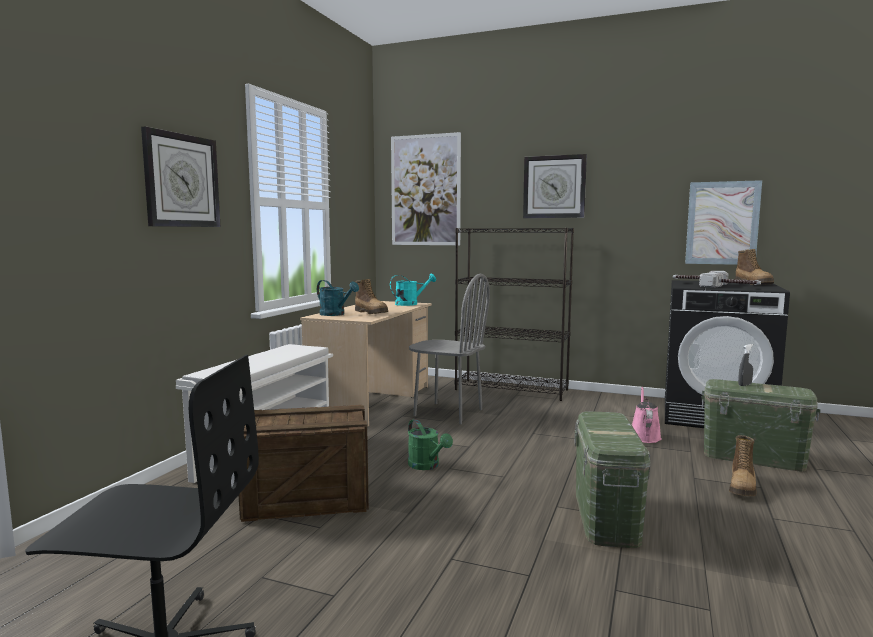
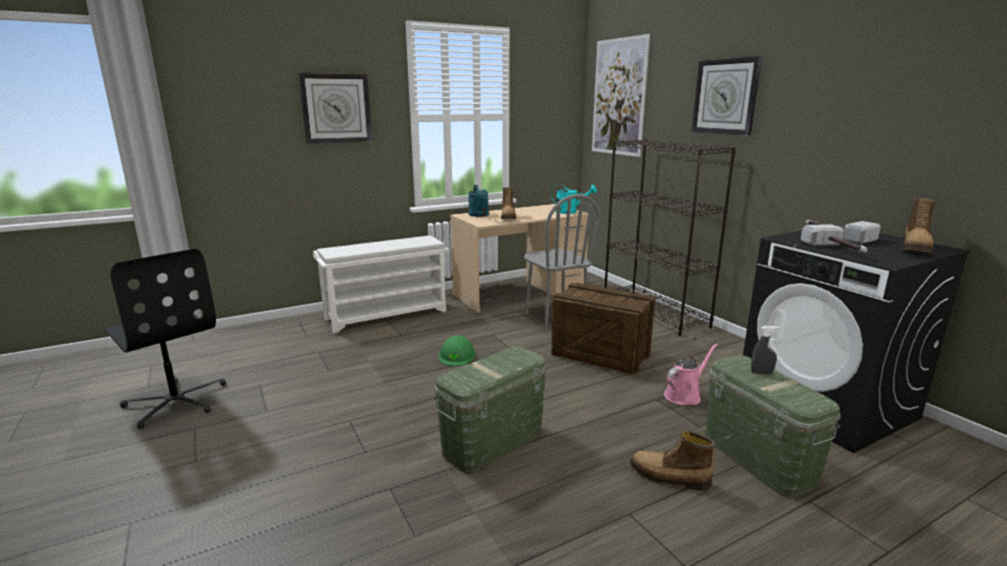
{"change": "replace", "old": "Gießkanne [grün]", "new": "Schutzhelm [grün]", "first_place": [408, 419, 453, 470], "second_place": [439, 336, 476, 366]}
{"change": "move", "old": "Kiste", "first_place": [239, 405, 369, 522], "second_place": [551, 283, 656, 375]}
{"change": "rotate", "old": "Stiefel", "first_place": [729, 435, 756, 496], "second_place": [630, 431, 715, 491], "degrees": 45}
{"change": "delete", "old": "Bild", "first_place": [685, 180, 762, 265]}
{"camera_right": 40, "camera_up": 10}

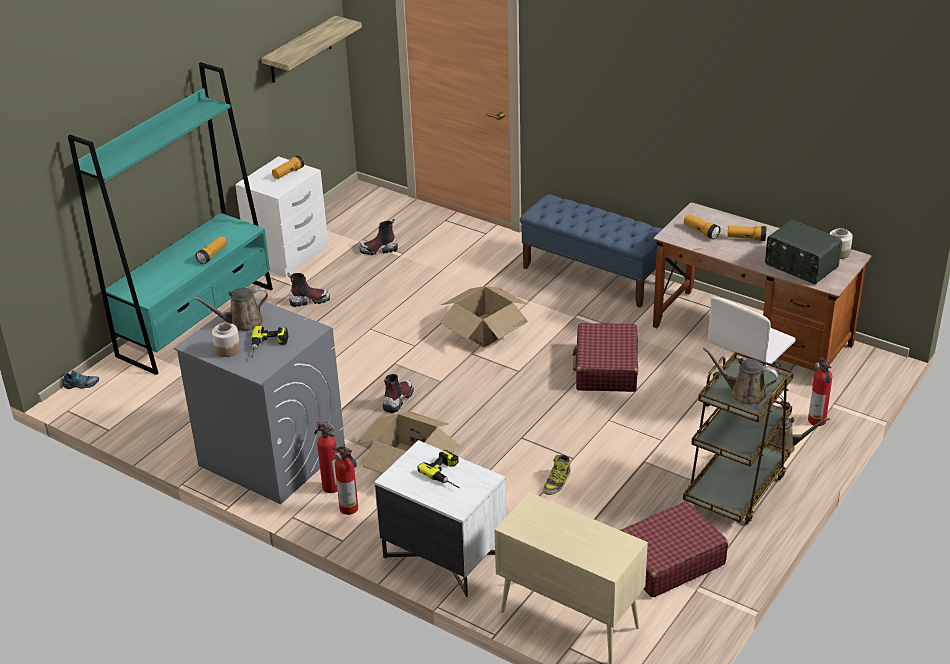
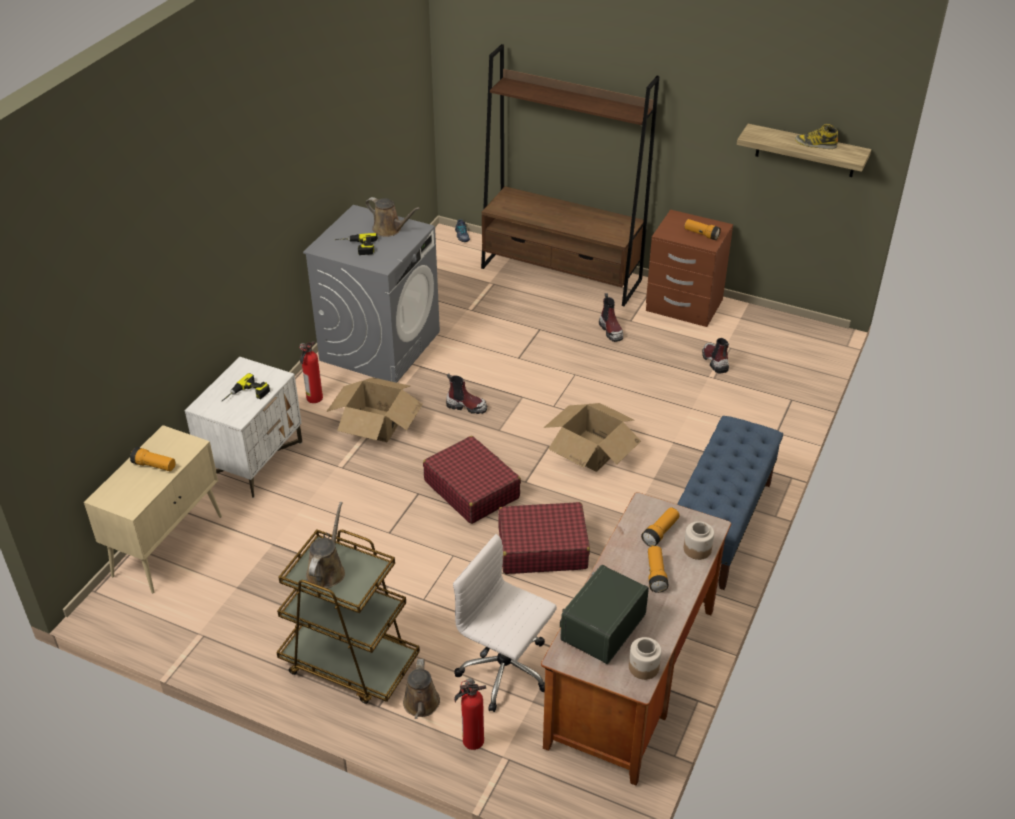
{"change": "move", "old": "Taschenlampe", "first_place": [195, 236, 227, 264], "second_place": [130, 447, 176, 471]}
{"change": "rotate", "old": "Gießkanne [braun]", "first_place": [193, 287, 268, 331], "second_place": [366, 197, 420, 237], "degrees": 150}
{"change": "move", "old": "Koffer [rot]", "first_place": [620, 501, 728, 597], "second_place": [423, 436, 521, 524]}
{"change": "recolor", "old": "Bücherregal [türkis]", "new": "Bücherregal [braun]", "first_place": [68, 62, 273, 375], "second_place": [481, 44, 659, 306]}
{"change": "recolor", "old": "Nachttisch [weiß]", "new": "Nachttisch [braun]", "first_place": [235, 156, 328, 277], "second_place": [646, 209, 733, 327]}
{"change": "move", "old": "Vorratsglas", "first_place": [212, 323, 240, 357], "second_place": [684, 521, 714, 560]}
{"change": "move", "old": "Stiefel", "first_place": [543, 455, 571, 495], "second_place": [795, 124, 838, 149]}
{"change": "delete", "old": "Feuerlöscher", "first_place": [315, 421, 337, 493]}
{"camera_right": 80, "camera_up": 5}

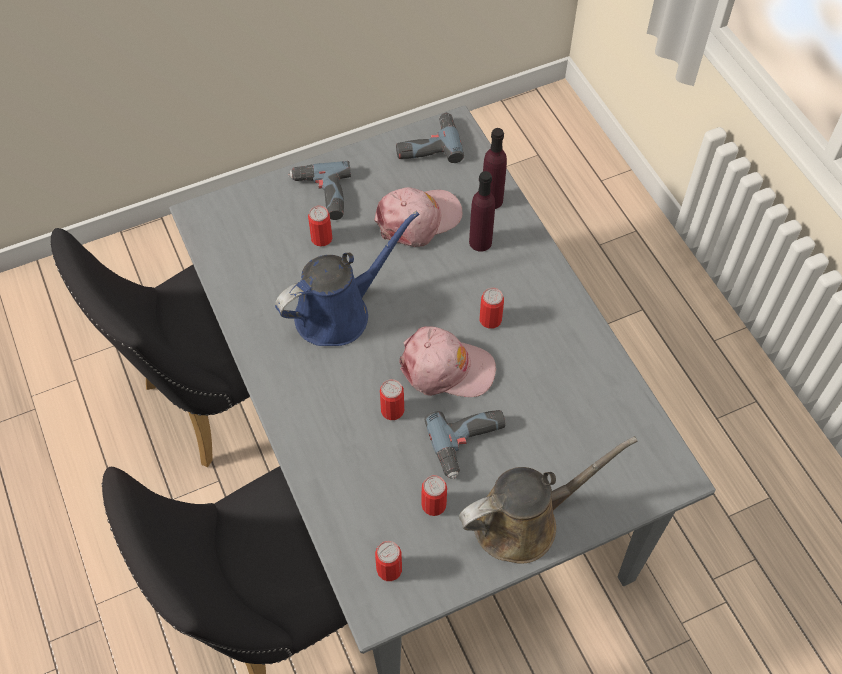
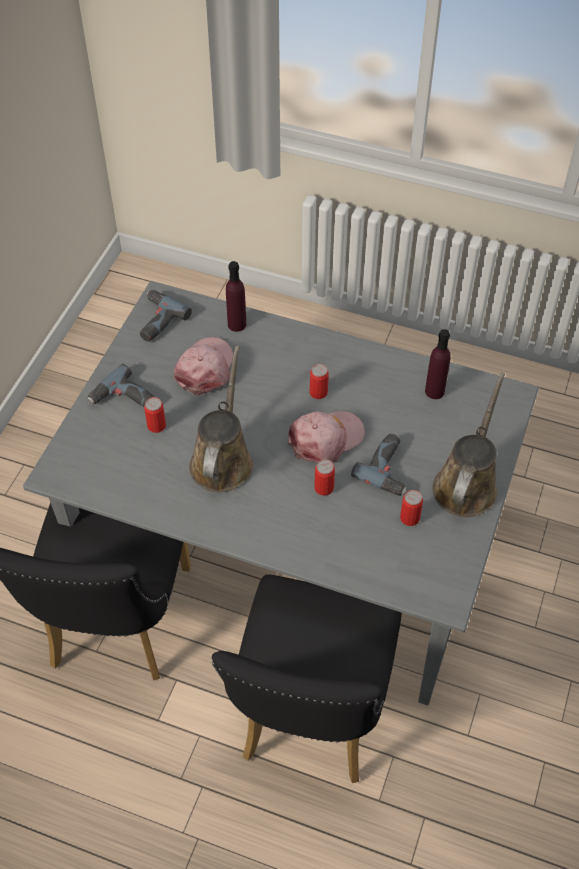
{"change": "recolor", "old": "Gießkanne [blau]", "new": "Gießkanne [braun]", "first_place": [275, 211, 420, 346], "second_place": [189, 346, 253, 492]}
{"change": "move", "old": "Flasche [lila]", "first_place": [469, 171, 495, 252], "second_place": [425, 329, 451, 399]}
{"change": "delete", "old": "Dose", "first_place": [375, 541, 402, 581]}
{"camera_right": -45, "camera_up": -5}

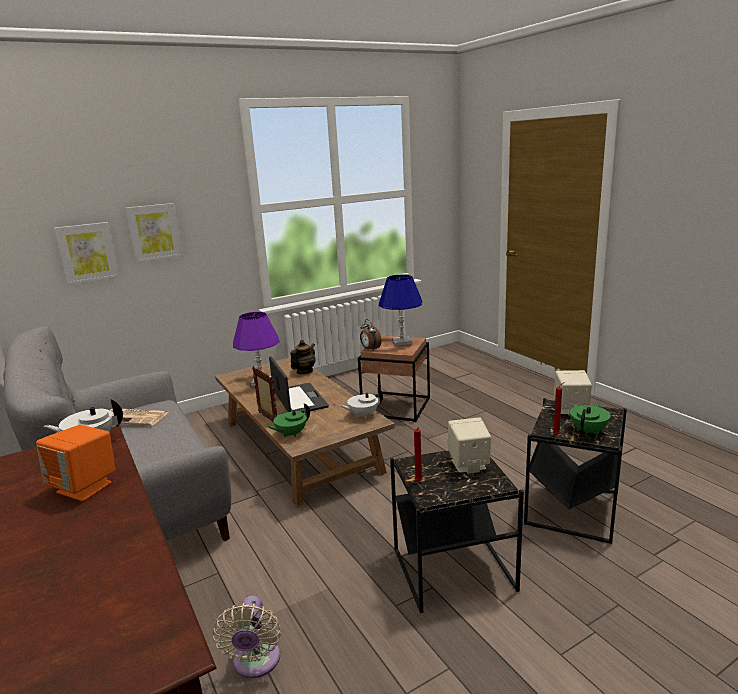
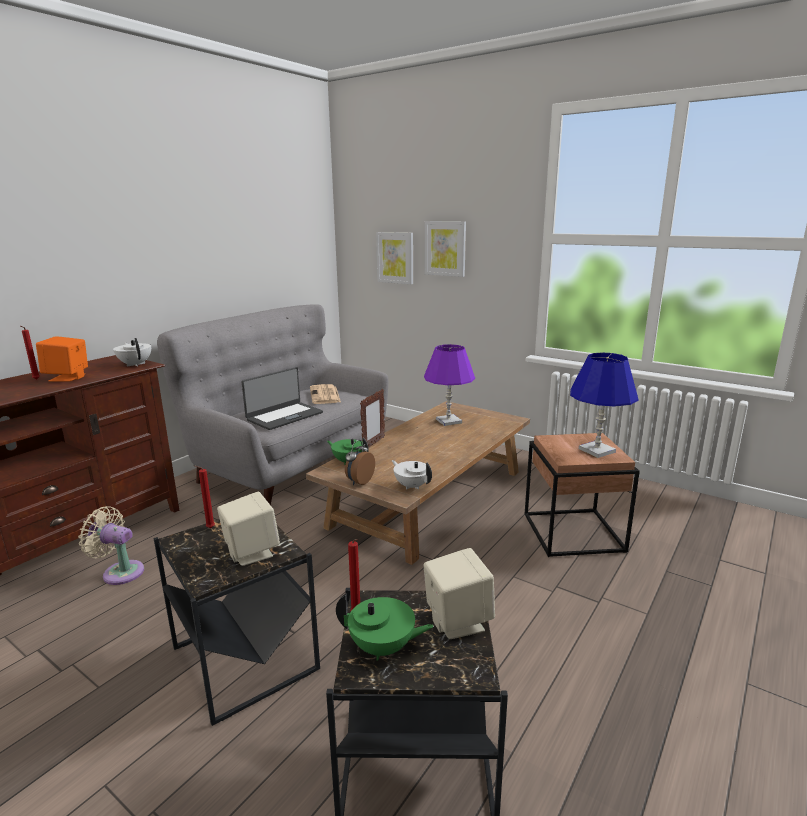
{"change": "insert", "new": "Kerze [rot]", "second_place": [21, 326, 40, 379]}
{"change": "rotate", "old": "Ventilator [beige]", "first_place": [213, 595, 281, 679], "second_place": [78, 506, 144, 585], "degrees": 45}
{"change": "move", "old": "Laptop", "first_place": [269, 356, 329, 413], "second_place": [241, 367, 323, 430]}
{"change": "move", "old": "Wecker", "first_place": [360, 319, 381, 350], "second_place": [345, 440, 375, 485]}
{"change": "delete", "old": "Teekanne", "first_place": [290, 340, 315, 374]}
{"camera_right": 65, "camera_up": 0}

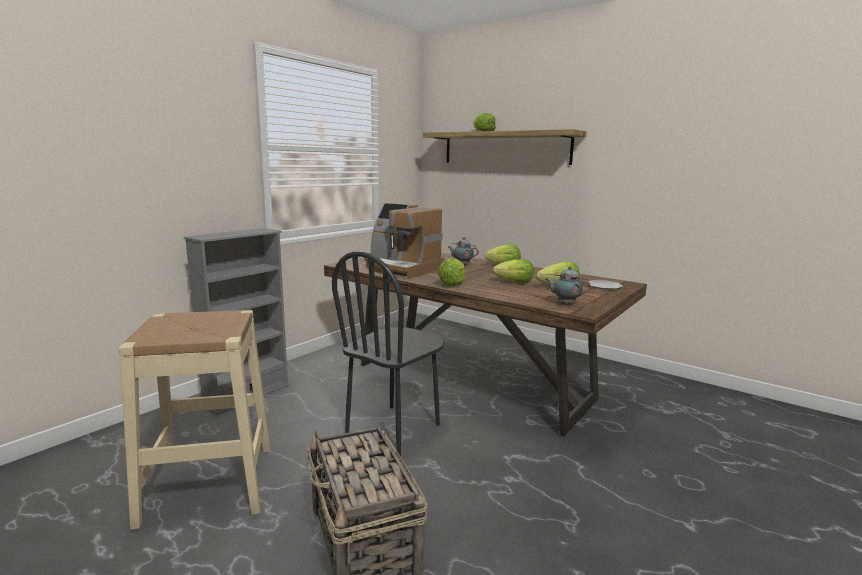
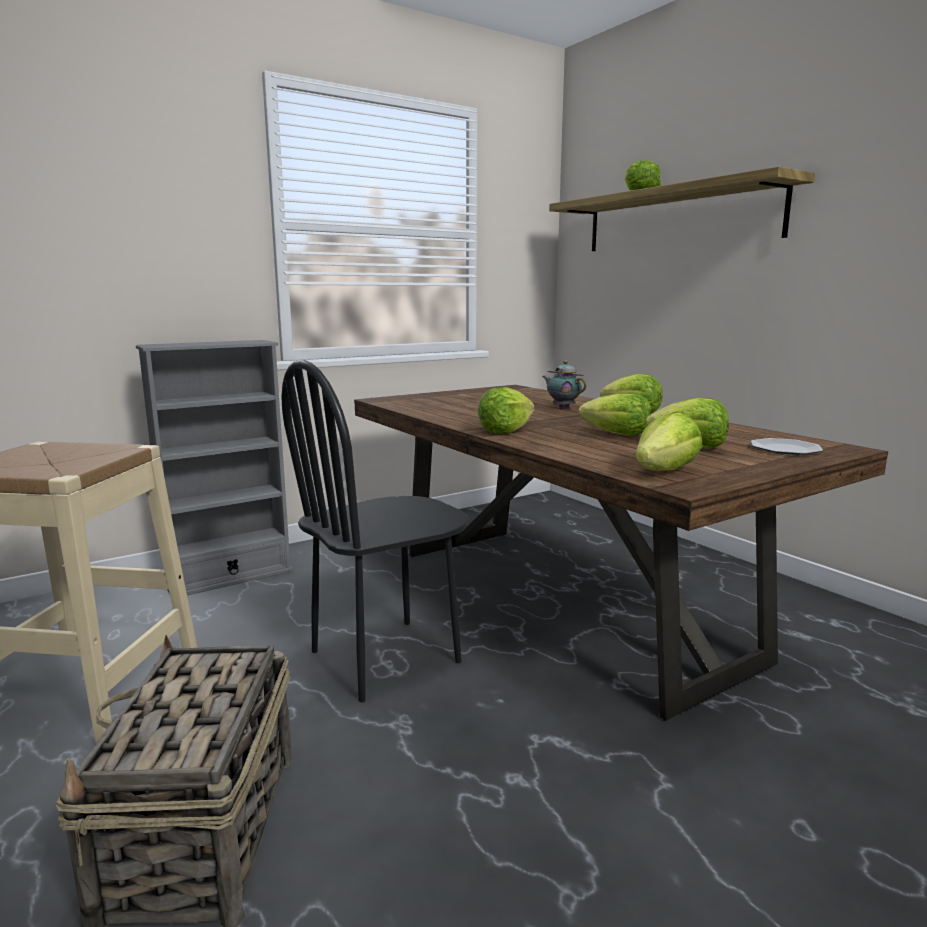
{"change": "replace", "old": "Teekanne", "new": "Salatkopf", "first_place": [545, 266, 591, 305], "second_place": [635, 412, 703, 471]}
{"change": "delete", "old": "Kaffeemaschine", "first_place": [365, 203, 444, 279]}
{"camera_right": 20, "camera_up": 0}

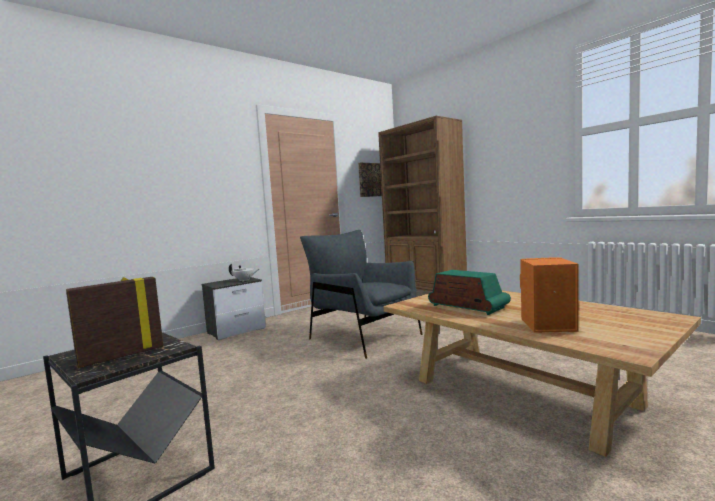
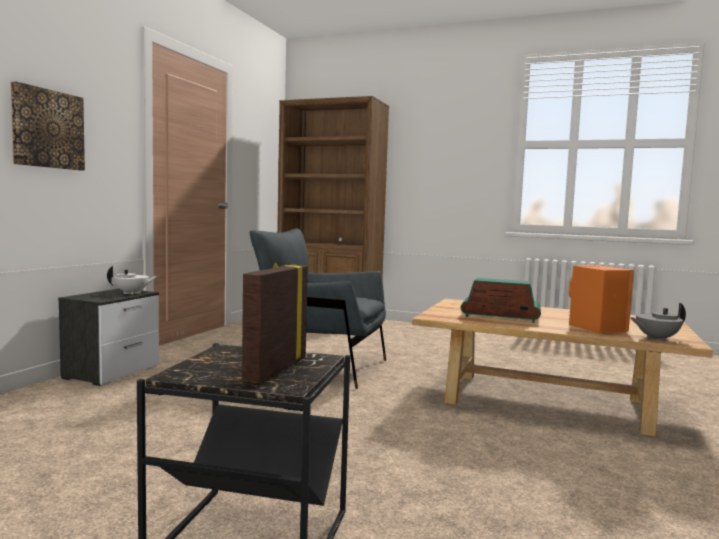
{"change": "move", "old": "Bild", "first_place": [358, 163, 382, 197], "second_place": [11, 81, 85, 170]}
{"change": "insert", "new": "Teekanne [grau]", "second_place": [630, 303, 686, 341]}
{"camera_right": -30, "camera_up": 0}

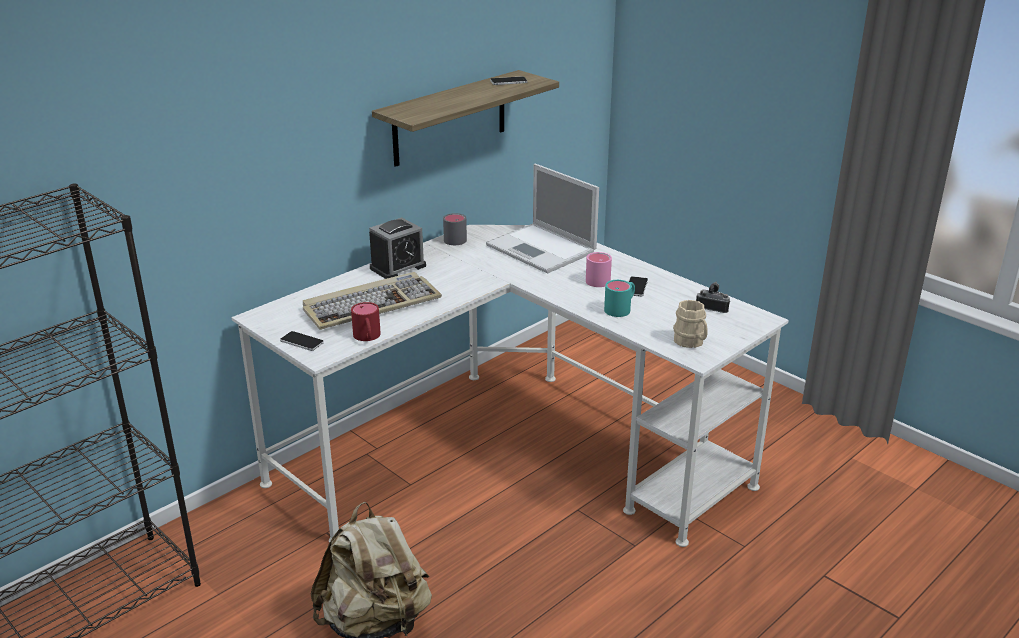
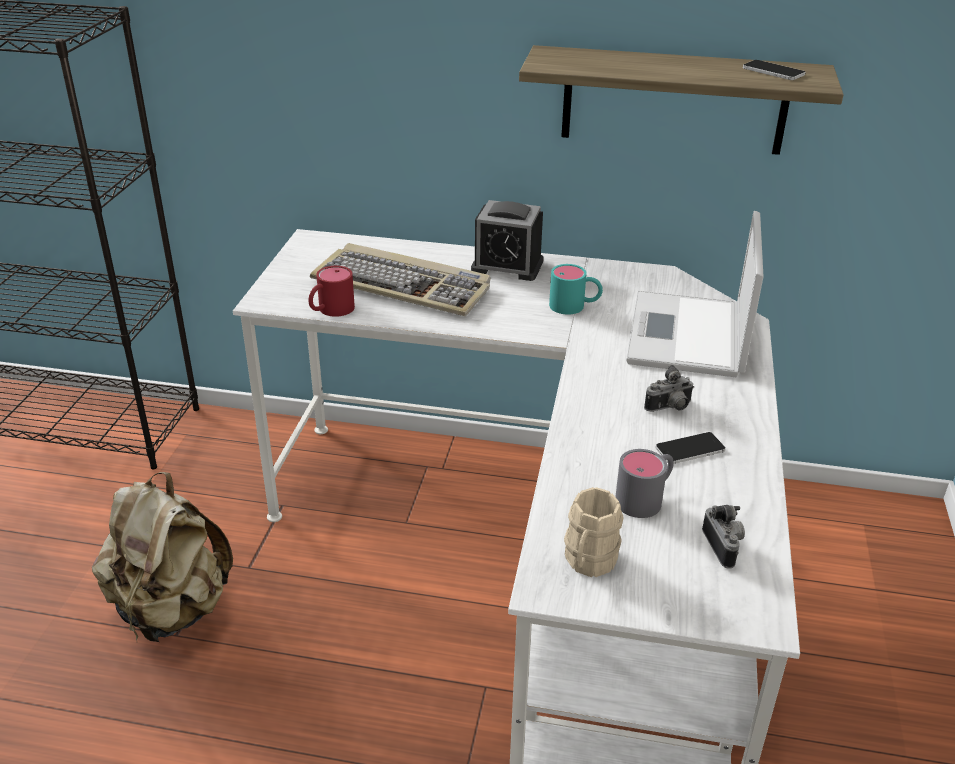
{"change": "move", "old": "Henkelbecher [türkis]", "first_place": [604, 280, 635, 317], "second_place": [549, 264, 603, 315]}
{"change": "move", "old": "Henkelbecher [grau]", "first_place": [443, 213, 467, 245], "second_place": [615, 449, 674, 518]}
{"change": "replace", "old": "Henkelbecher [rosa]", "new": "Kamera", "first_place": [586, 252, 612, 287], "second_place": [644, 365, 694, 412]}
{"change": "delete", "old": "Handy", "first_place": [280, 331, 324, 351]}
{"camera_right": 55, "camera_up": 5}

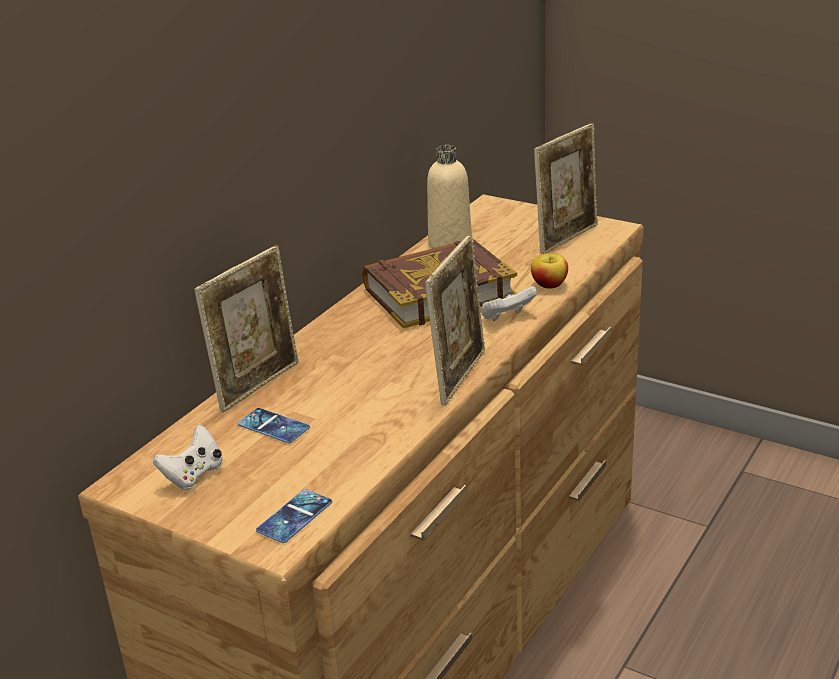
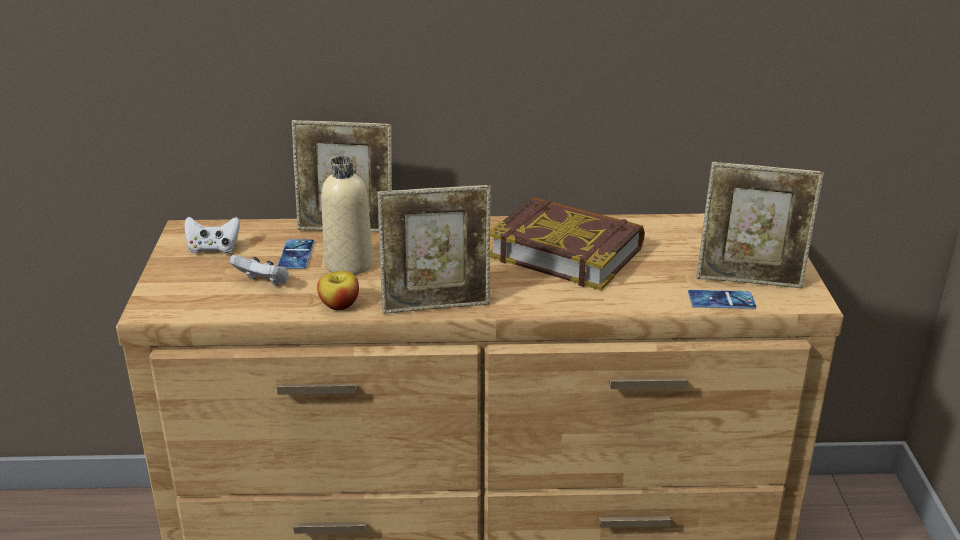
{"change": "move", "old": "Gamepad [weiß]", "first_place": [482, 286, 538, 321], "second_place": [229, 255, 289, 286]}
{"change": "move", "old": "Apfel", "first_place": [531, 253, 568, 289], "second_place": [317, 271, 359, 310]}
{"change": "move", "old": "Flasche [beige]", "first_place": [427, 145, 472, 249], "second_place": [321, 156, 373, 275]}
{"change": "move", "old": "Handy", "first_place": [256, 489, 332, 543], "second_place": [688, 290, 756, 309]}
{"camera_right": 55, "camera_up": 0}

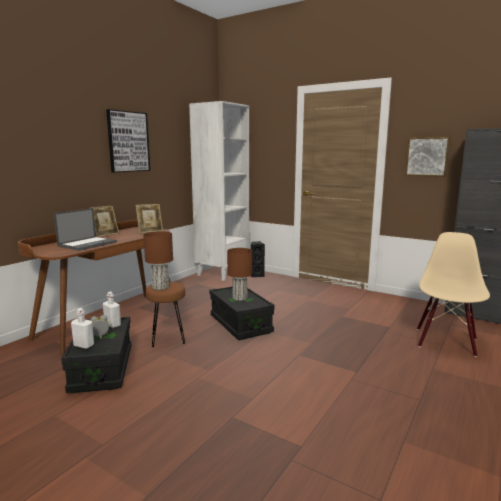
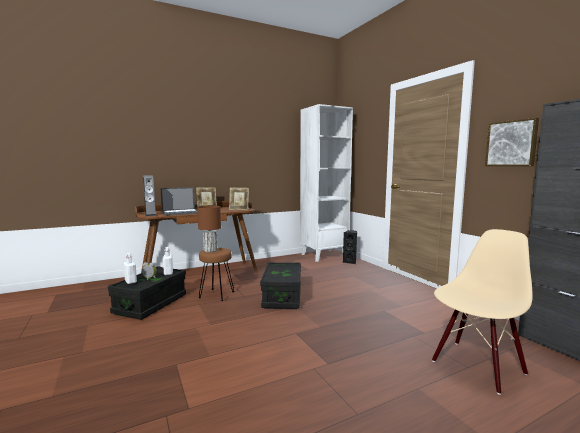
{"change": "insert", "new": "Lautsprecher", "second_place": [143, 175, 157, 216]}
{"change": "delete", "old": "Bild", "first_place": [106, 109, 150, 172]}
{"change": "delete", "old": "Tischlampe [braun]", "first_place": [227, 248, 252, 301]}
{"camera_right": 30, "camera_up": -5}

